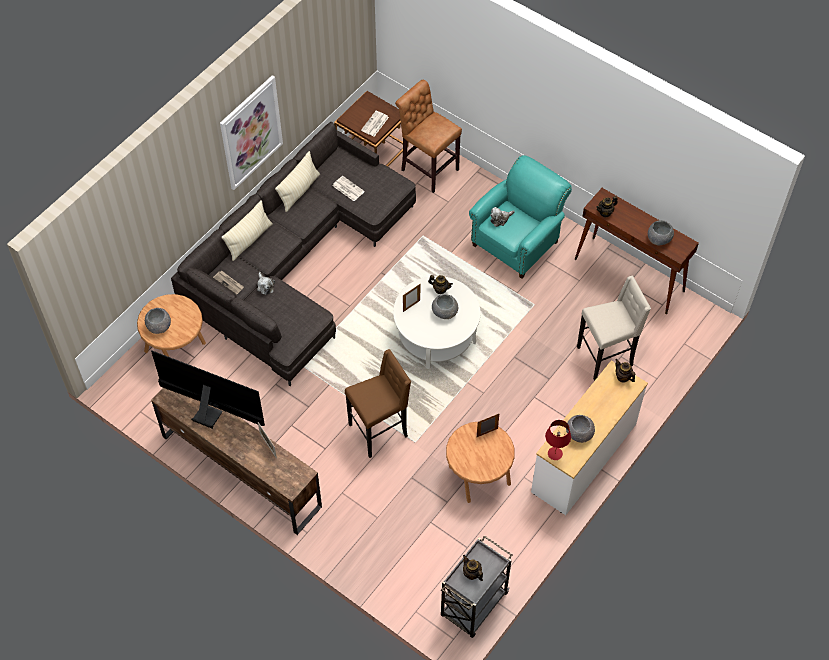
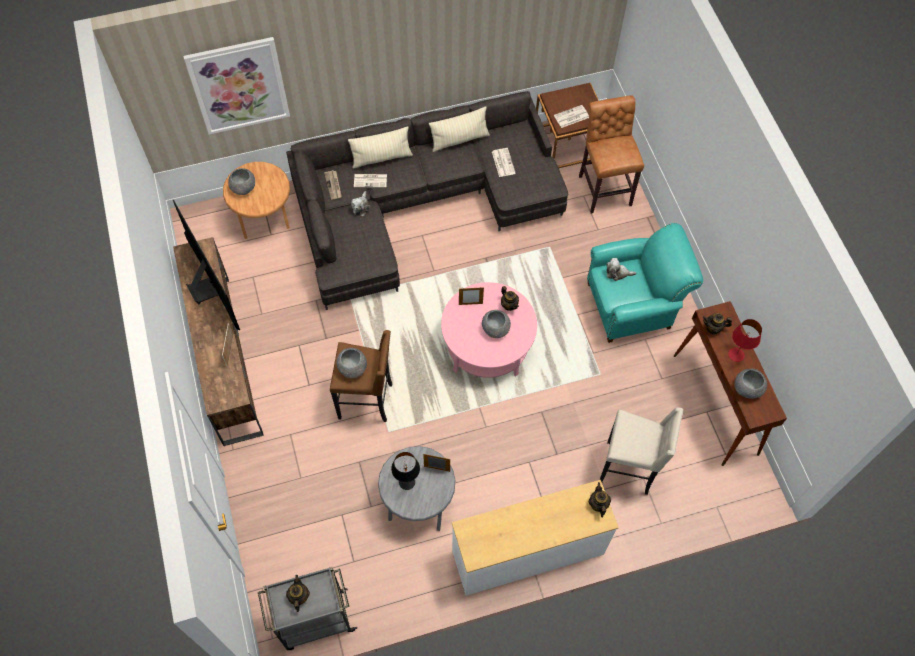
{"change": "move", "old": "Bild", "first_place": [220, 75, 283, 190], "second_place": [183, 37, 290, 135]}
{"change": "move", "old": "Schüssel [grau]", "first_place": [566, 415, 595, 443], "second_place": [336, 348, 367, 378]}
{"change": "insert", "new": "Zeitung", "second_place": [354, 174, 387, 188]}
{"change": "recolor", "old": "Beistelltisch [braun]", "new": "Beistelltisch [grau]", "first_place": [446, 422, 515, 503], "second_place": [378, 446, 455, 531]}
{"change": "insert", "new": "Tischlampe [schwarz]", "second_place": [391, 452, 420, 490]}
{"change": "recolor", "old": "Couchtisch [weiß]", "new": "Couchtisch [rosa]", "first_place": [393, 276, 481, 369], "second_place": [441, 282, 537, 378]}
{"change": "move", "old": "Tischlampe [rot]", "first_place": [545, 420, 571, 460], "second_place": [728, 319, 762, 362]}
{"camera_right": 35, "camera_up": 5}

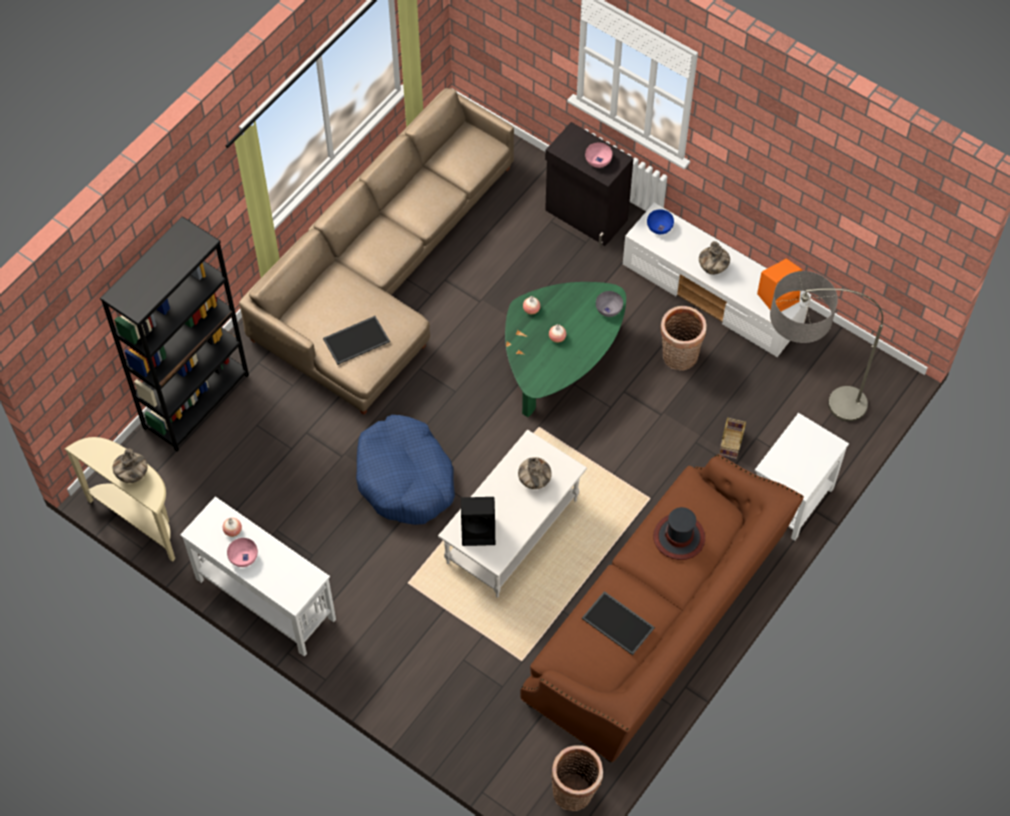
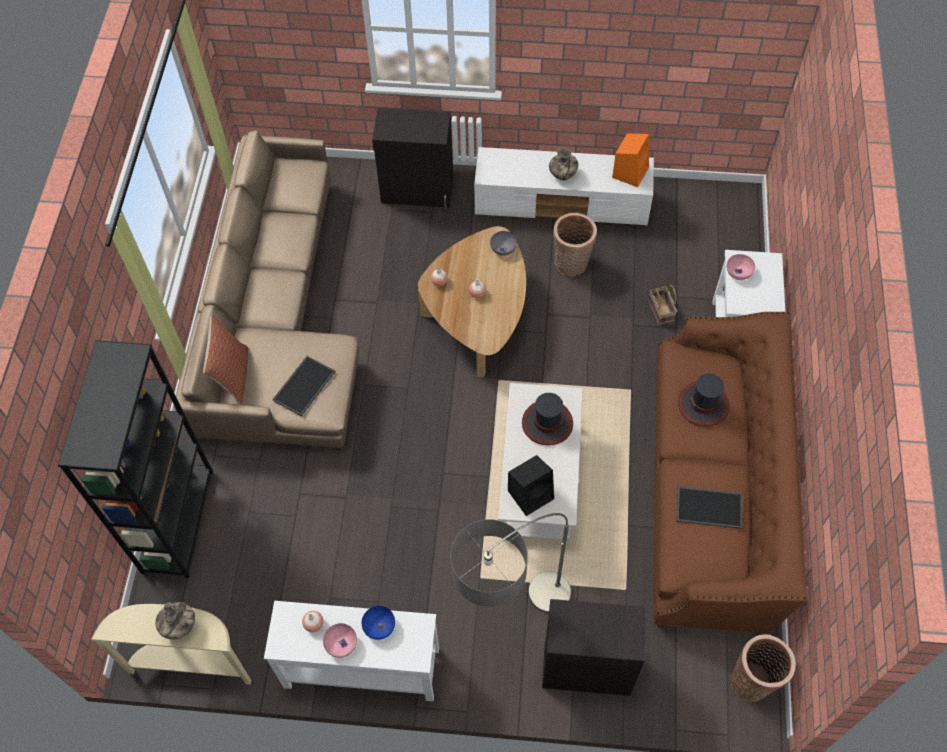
{"change": "insert", "new": "Kissen", "second_place": [203, 315, 248, 404]}
{"change": "move", "old": "Schüssel [blau]", "first_place": [647, 209, 674, 234], "second_place": [362, 606, 395, 640]}
{"change": "recolor", "old": "Couchtisch [grün]", "new": "Couchtisch [braun]", "first_place": [505, 282, 626, 417], "second_place": [418, 226, 526, 377]}
{"change": "move", "old": "Stehlampe", "first_place": [770, 271, 883, 422], "second_place": [450, 513, 571, 613]}
{"change": "replace", "old": "Vase", "new": "Hut", "first_place": [518, 457, 552, 489], "second_place": [522, 393, 573, 446]}
{"change": "insert", "new": "Schrank [schwarz]", "second_place": [542, 599, 645, 696]}
{"change": "move", "old": "Schüssel [rosa]", "first_place": [585, 143, 612, 168], "second_place": [727, 254, 755, 280]}
{"change": "delete", "old": "Hundebett [blau]", "first_place": [356, 415, 455, 525]}
{"camera_right": -30, "camera_up": 0}

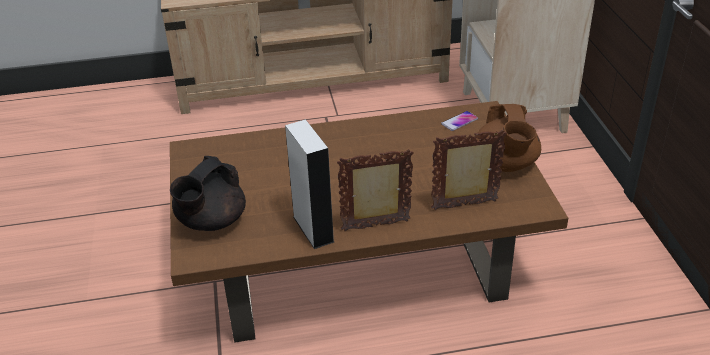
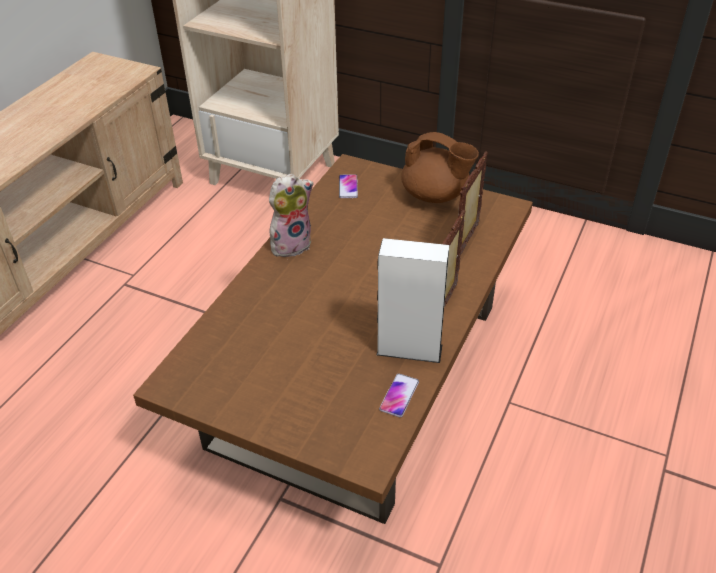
{"change": "insert", "new": "Plüschtier", "second_place": [269, 174, 313, 257]}
{"change": "insert", "new": "Handy", "second_place": [379, 373, 419, 417]}
{"change": "delete", "old": "Teekanne [schwarz]", "first_place": [170, 156, 246, 231]}
{"camera_right": -55, "camera_up": 5}

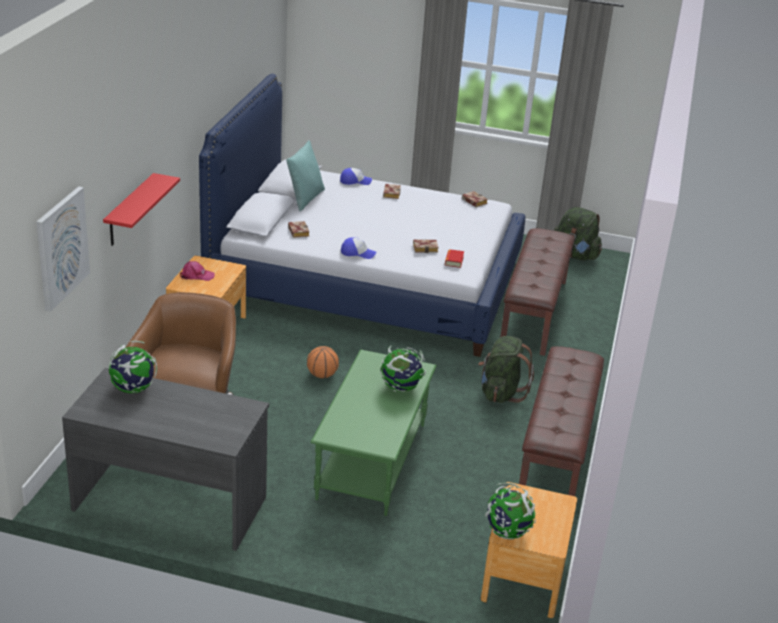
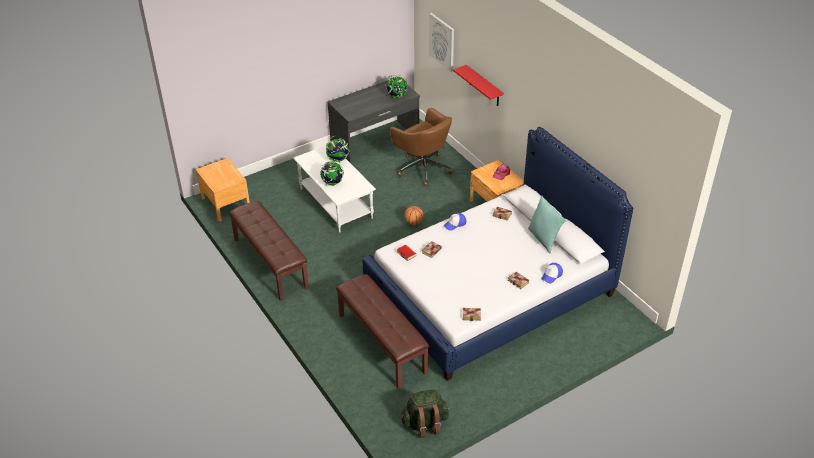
{"change": "recolor", "old": "Couchtisch [grün]", "new": "Couchtisch [weiß]", "first_place": [311, 349, 437, 516], "second_place": [293, 145, 376, 233]}
{"change": "move", "old": "Globus", "first_place": [484, 483, 536, 540], "second_place": [325, 136, 350, 162]}
{"change": "delete", "old": "Rucksack [grün]", "first_place": [478, 336, 534, 403]}
{"camera_right": 135, "camera_up": 10}

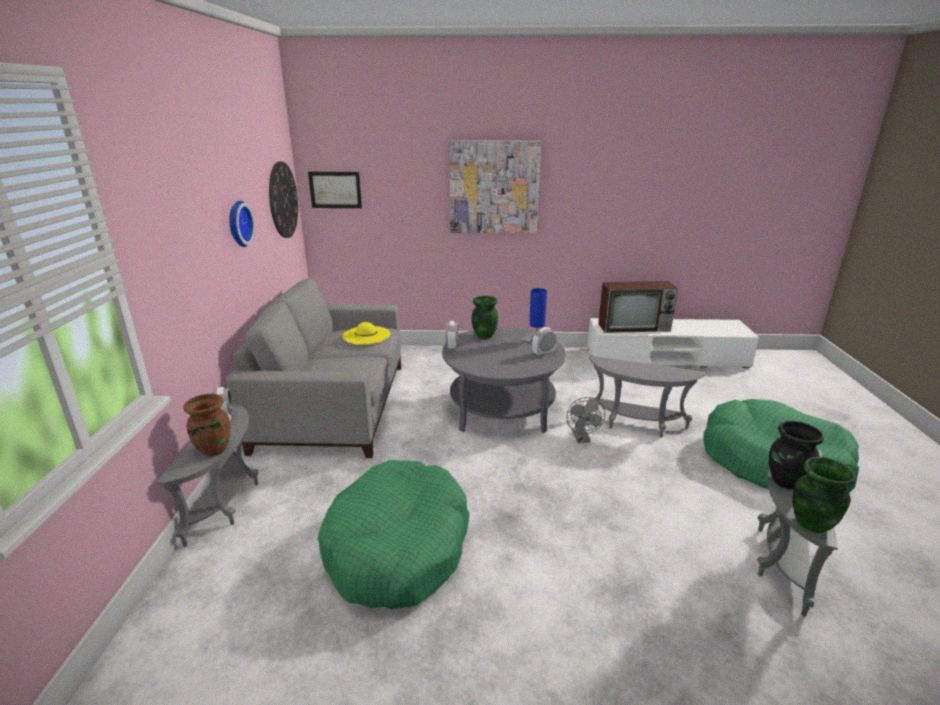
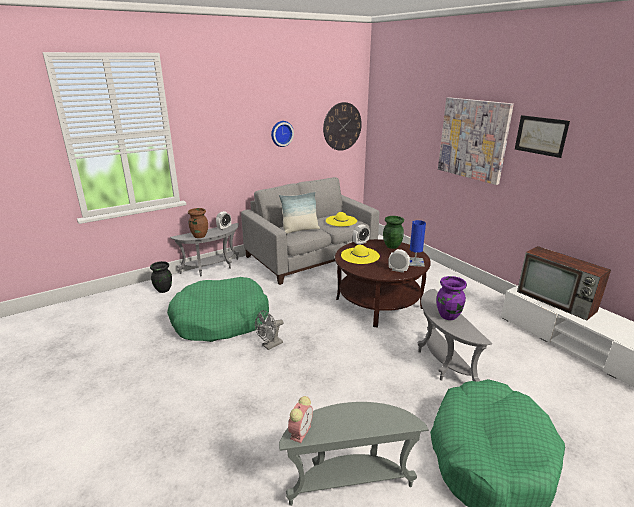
{"change": "move", "old": "Vase [schwarz]", "first_place": [769, 421, 824, 489], "second_place": [150, 261, 172, 293]}
{"change": "move", "old": "Ventilator [grau]", "first_place": [567, 397, 605, 443], "second_place": [255, 310, 283, 350]}
{"change": "insert", "new": "Kissen", "second_place": [279, 192, 320, 234]}
{"change": "replace", "old": "Vase [grün]", "new": "Wecker", "first_place": [792, 457, 856, 533], "second_place": [288, 396, 313, 443]}
{"change": "recolor", "old": "Couchtisch [grau]", "new": "Couchtisch [braun]", "first_place": [442, 327, 566, 433], "second_place": [335, 239, 431, 328]}
{"change": "insert", "new": "Hut [gelb]", "second_place": [341, 245, 380, 264]}
{"change": "insert", "new": "Vase [lila]", "second_place": [437, 276, 467, 320]}
{"change": "move", "old": "Bild", "first_place": [308, 172, 362, 208], "second_place": [515, 115, 570, 158]}
{"camera_right": 55, "camera_up": 0}

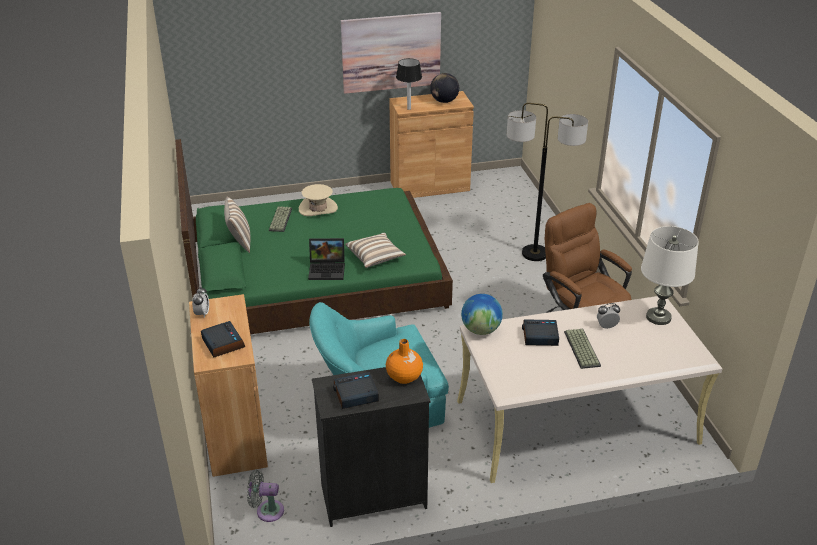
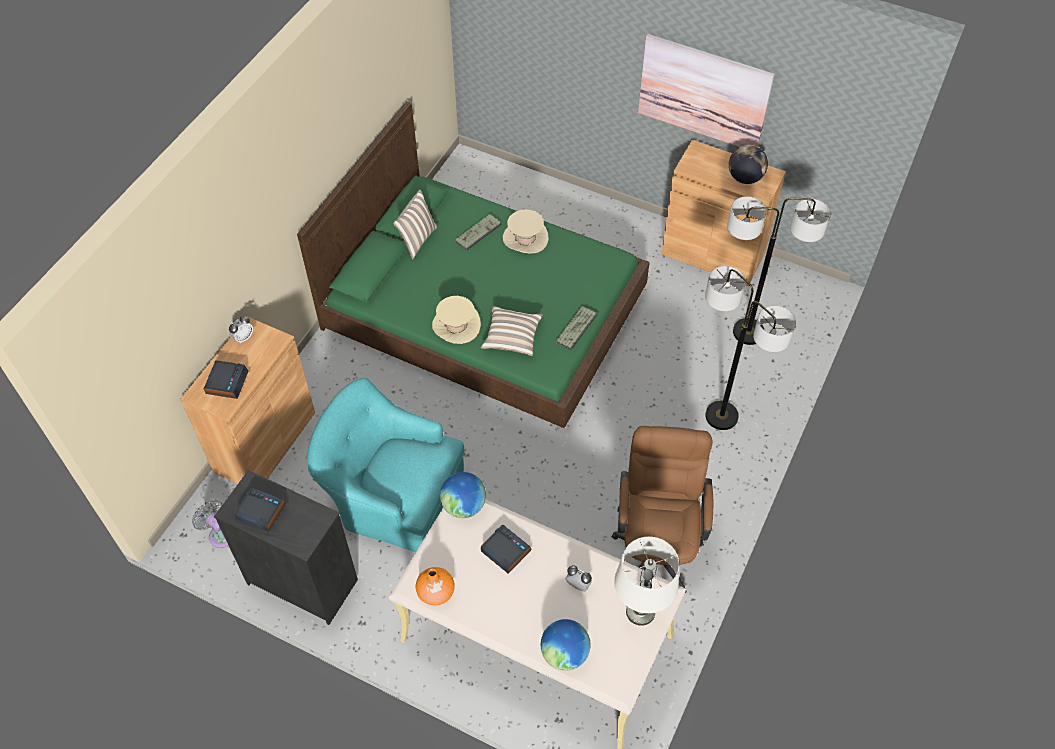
{"change": "move", "old": "Vase [orange]", "first_place": [386, 339, 423, 384], "second_place": [416, 567, 455, 606]}
{"change": "replace", "old": "Laptop", "new": "Hut [beige]", "first_place": [308, 238, 345, 280], "second_place": [432, 296, 481, 344]}
{"change": "insert", "new": "Globus", "second_place": [541, 619, 591, 670]}
{"change": "move", "old": "Tastatur", "first_place": [564, 329, 601, 369], "second_place": [555, 306, 598, 350]}
{"change": "insert", "new": "Stehlampe", "second_place": [727, 196, 831, 345]}
{"change": "delete", "old": "Tischlampe", "first_place": [396, 58, 422, 110]}
{"camera_right": 40, "camera_up": 20}

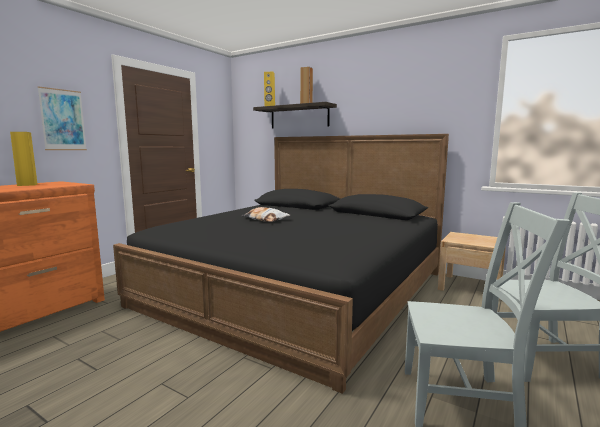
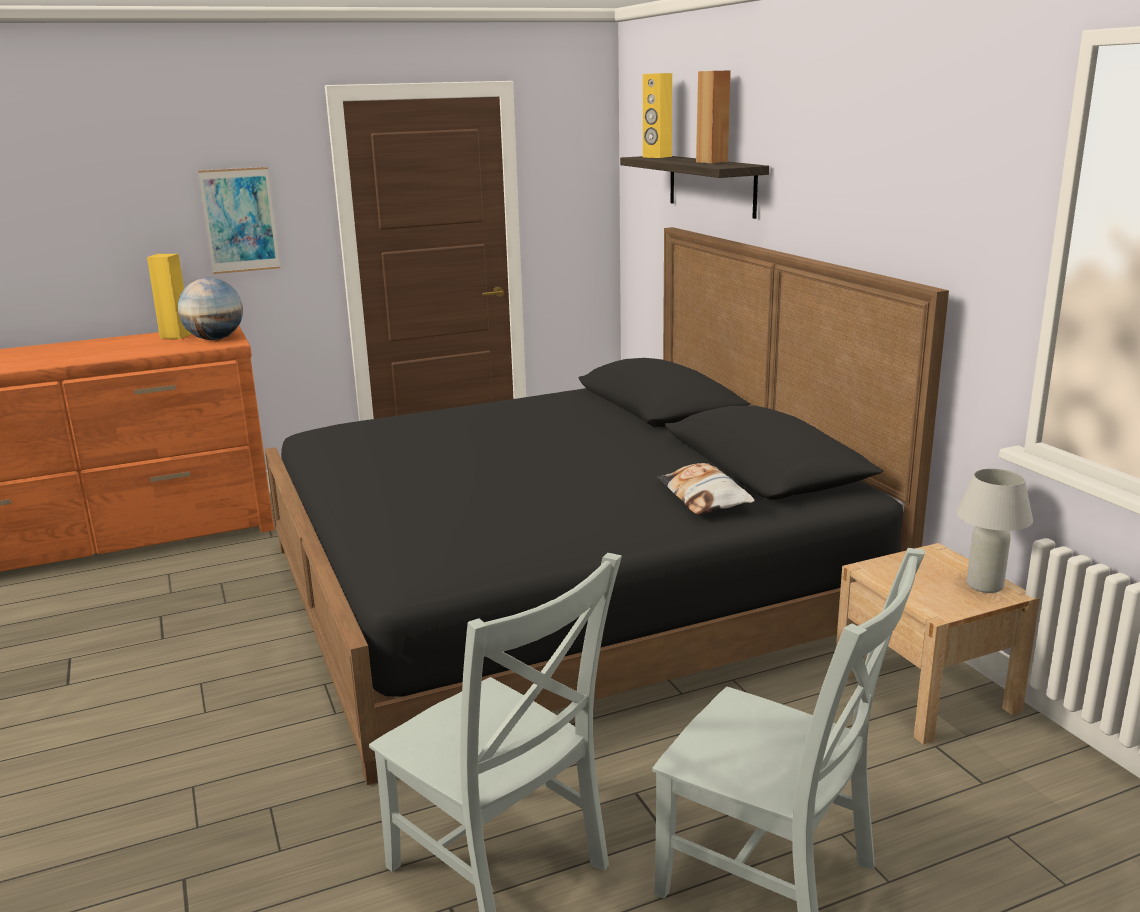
{"change": "insert", "new": "Globus", "second_place": [178, 278, 243, 340]}
{"change": "move", "old": "Kissen", "first_place": [241, 207, 290, 222], "second_place": [657, 463, 755, 515]}
{"change": "insert", "new": "Tischlampe [weiß]", "second_place": [956, 469, 1033, 593]}
{"camera_right": 35, "camera_up": 10}

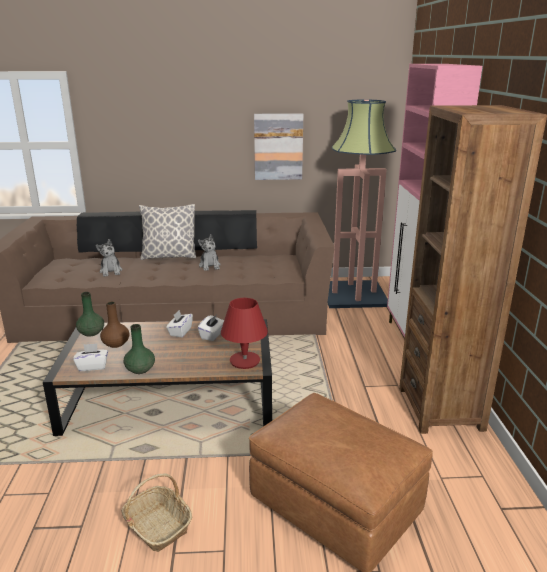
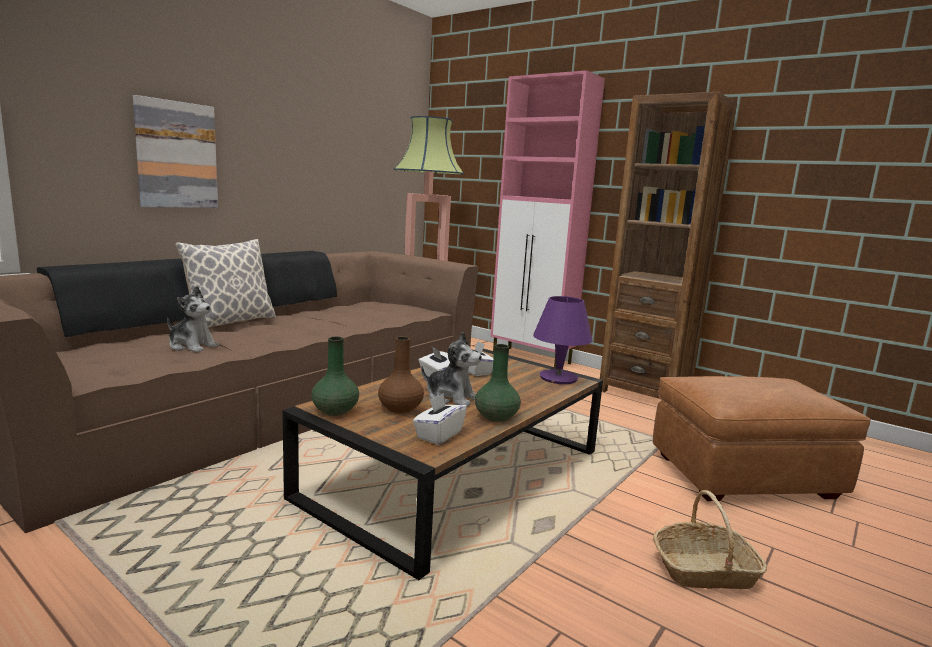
{"change": "move", "old": "Bild", "first_place": [254, 113, 303, 180], "second_place": [133, 95, 218, 208]}
{"change": "move", "old": "Plüschtier", "first_place": [198, 234, 221, 271], "second_place": [421, 332, 482, 407]}
{"change": "recolor", "old": "Tischlampe [rot]", "new": "Tischlampe [lila]", "first_place": [221, 298, 268, 369], "second_place": [533, 296, 593, 384]}
{"camera_right": -50, "camera_up": -10}

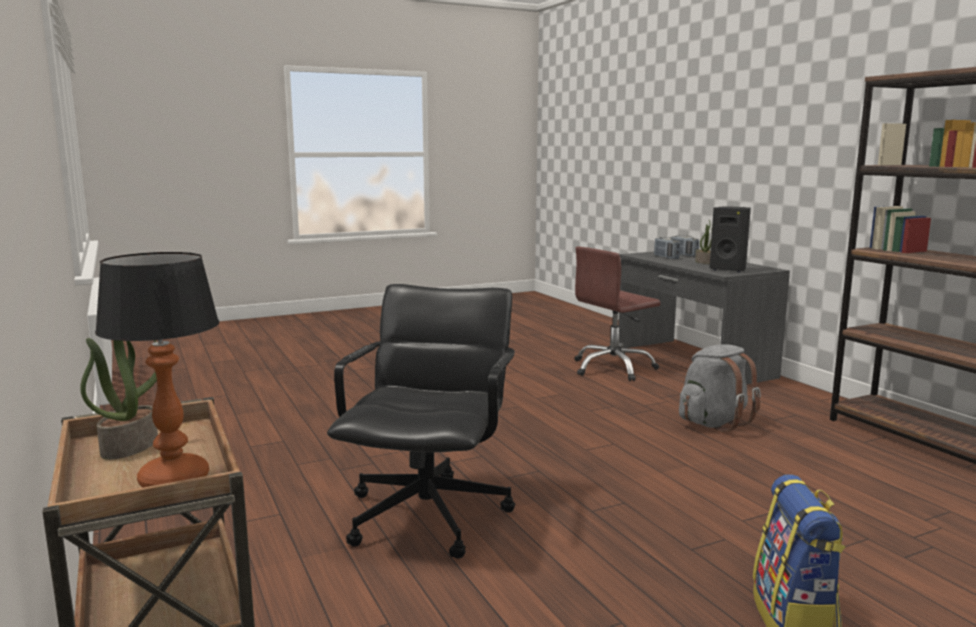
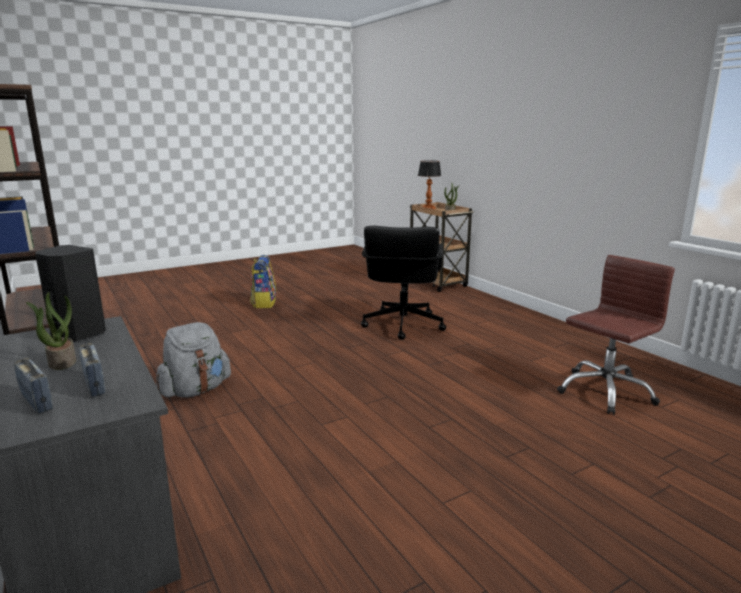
{"change": "move", "old": "Bürostuhl [braun]", "first_place": [574, 247, 661, 381], "second_place": [557, 255, 675, 415]}
{"camera_right": 175, "camera_up": 5}

